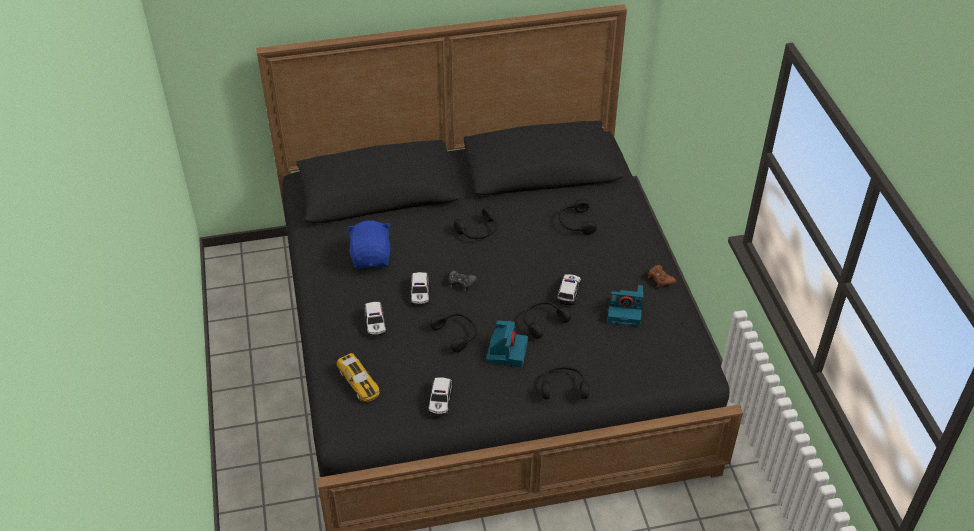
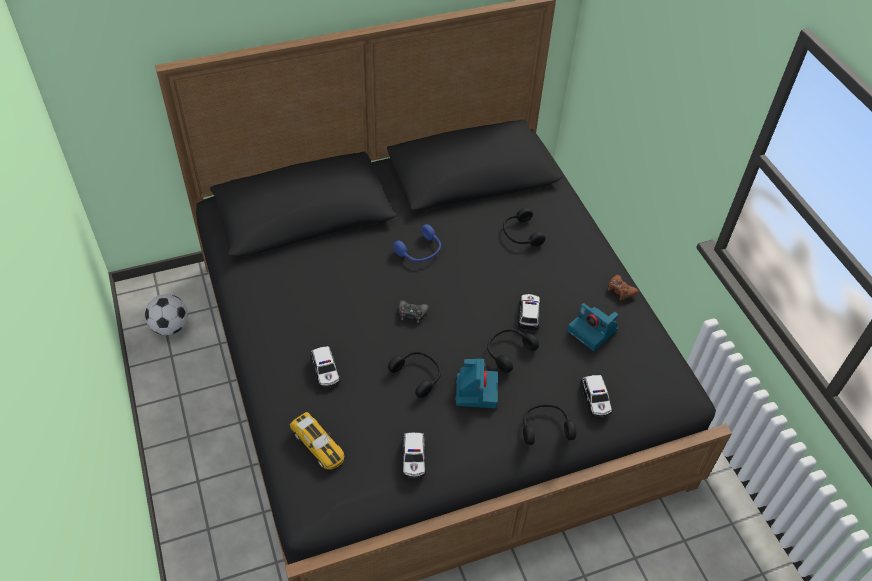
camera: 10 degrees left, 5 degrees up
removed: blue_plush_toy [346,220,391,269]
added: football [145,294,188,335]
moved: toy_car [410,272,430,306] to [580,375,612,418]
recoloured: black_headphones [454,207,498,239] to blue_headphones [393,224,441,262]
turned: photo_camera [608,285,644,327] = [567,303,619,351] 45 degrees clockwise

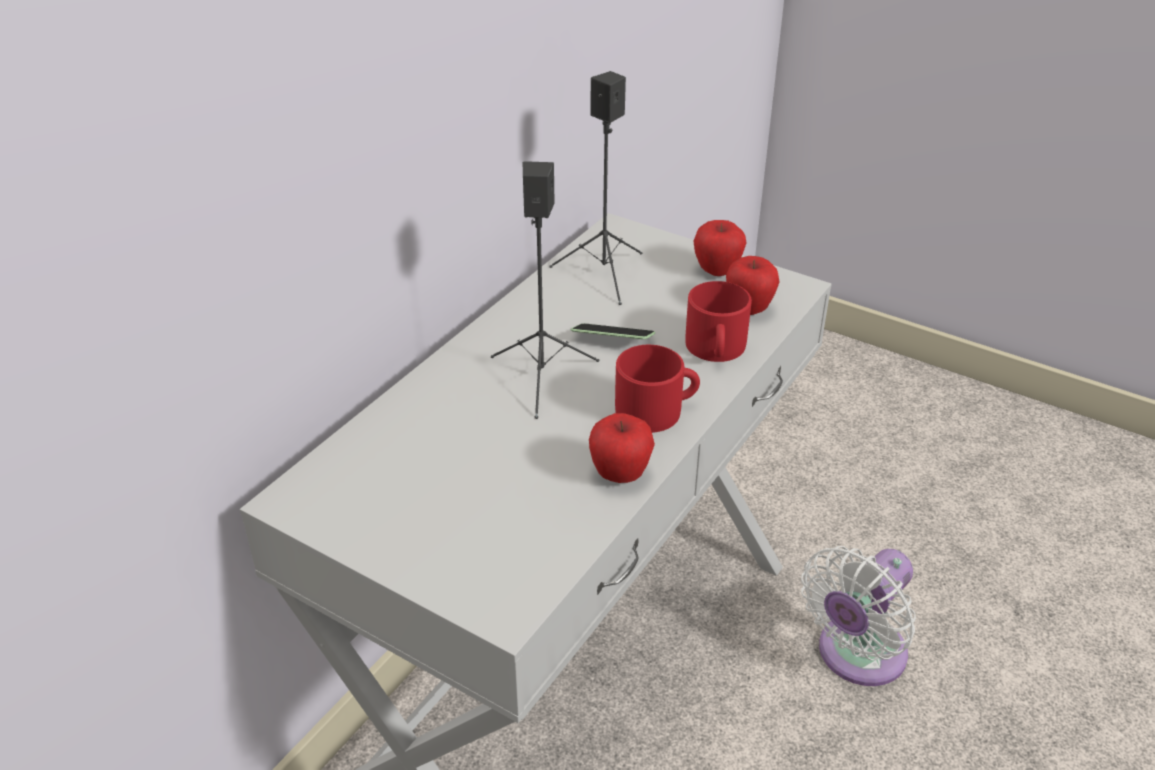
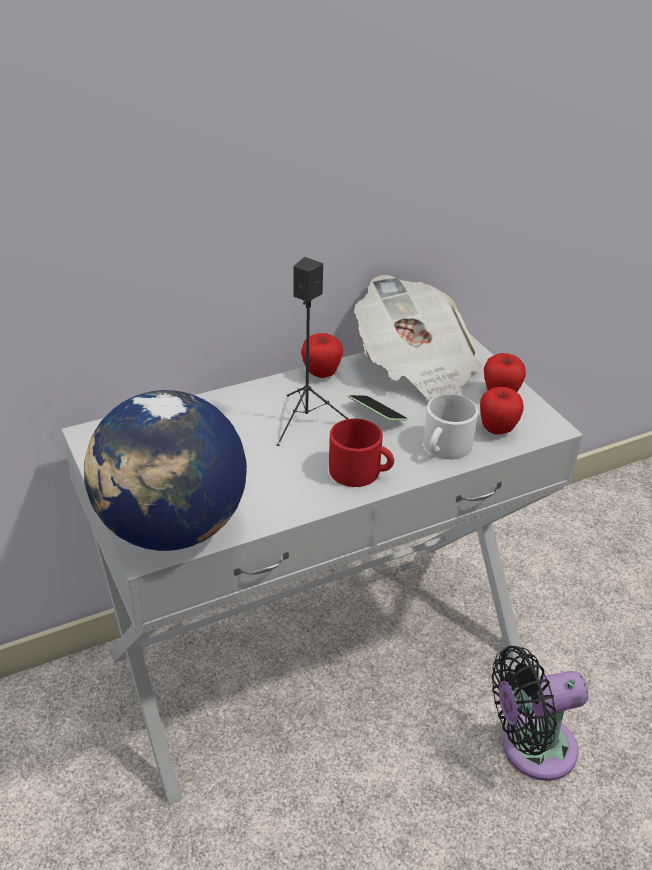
camera: 30 degrees right, 0 degrees up
added: globe [84,390,247,551]
moved: apple [589,413,655,483] to [301,333,343,378]
replaced: black_speaker [549,71,643,305] to newspaper [354,275,482,401]
recoloured: red_mug [685,281,752,362] to white_mug [424,394,478,460]; white_fan [801,546,916,686] to black_fan [492,646,589,781]

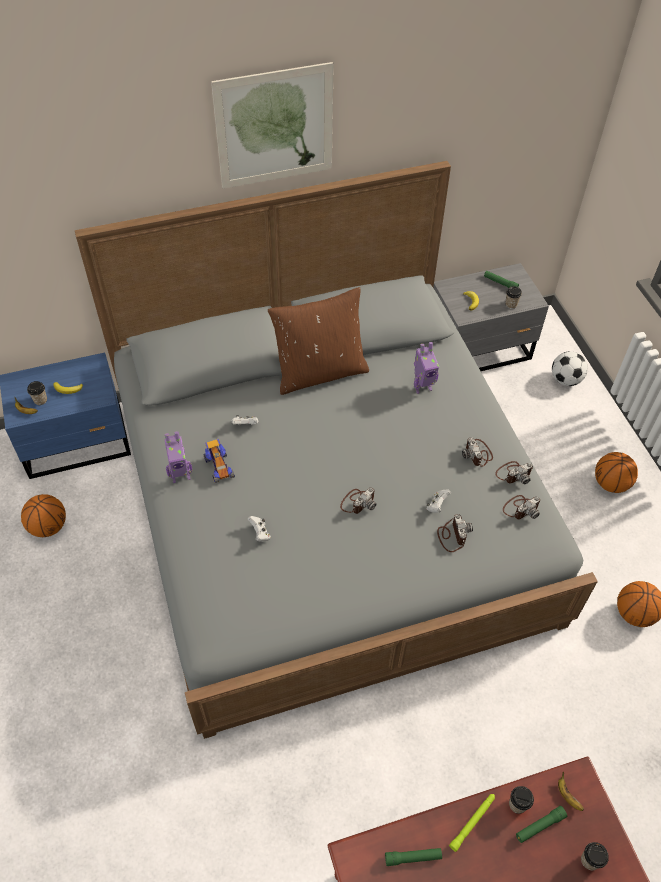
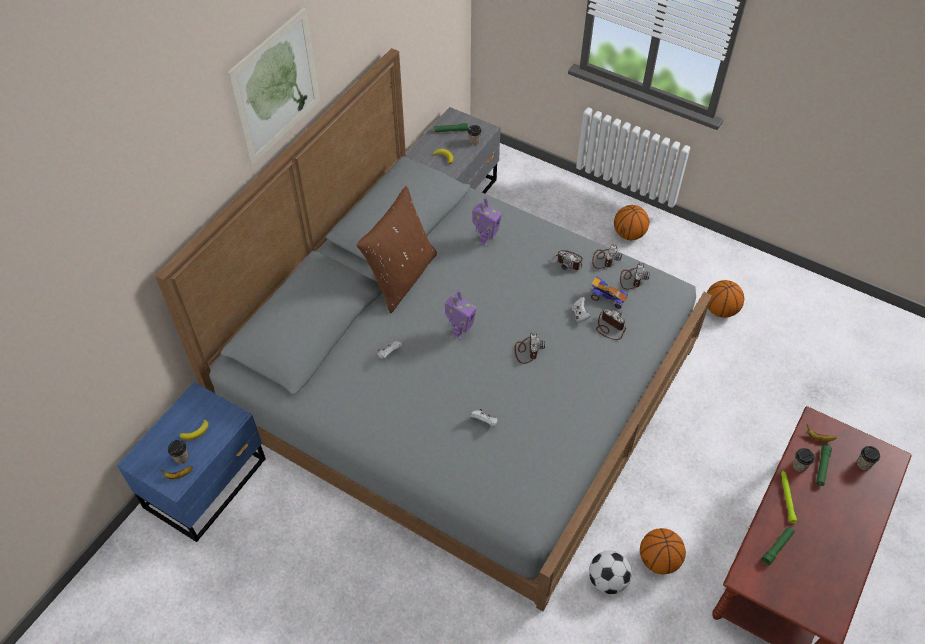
camera: 40 degrees left, 0 degrees up
moved: basketball [21,494,66,537] to [640,528,686,574]; toy_robot [165,431,192,483] to [445,290,476,340]; toy_car [203,439,235,483] to [591,276,628,309]; football [552,351,588,386] to [589,550,632,594]

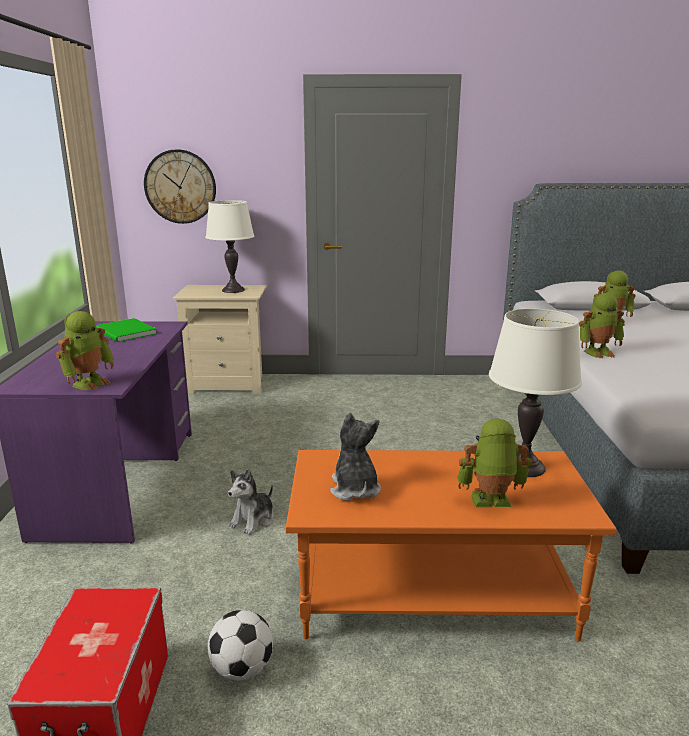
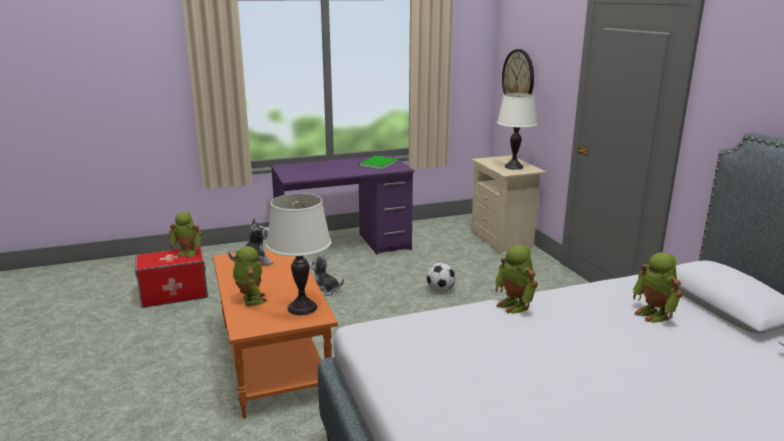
camera: 70 degrees right, 0 degrees up
moved: toy_robot [56,311,114,390] to [169,212,202,258]; football [208,610,273,680] to [426,262,456,292]

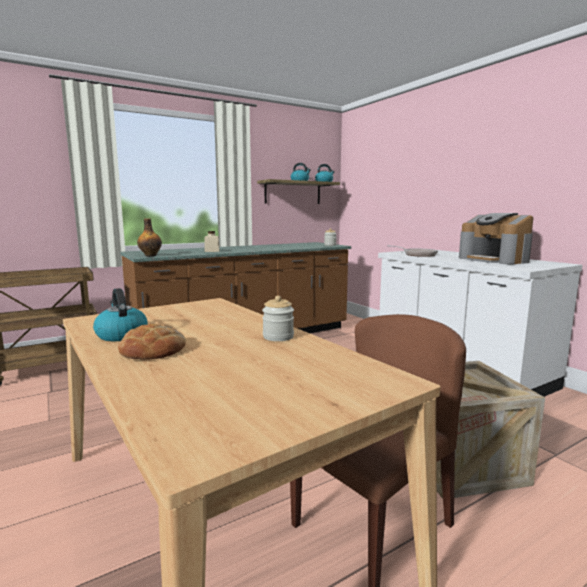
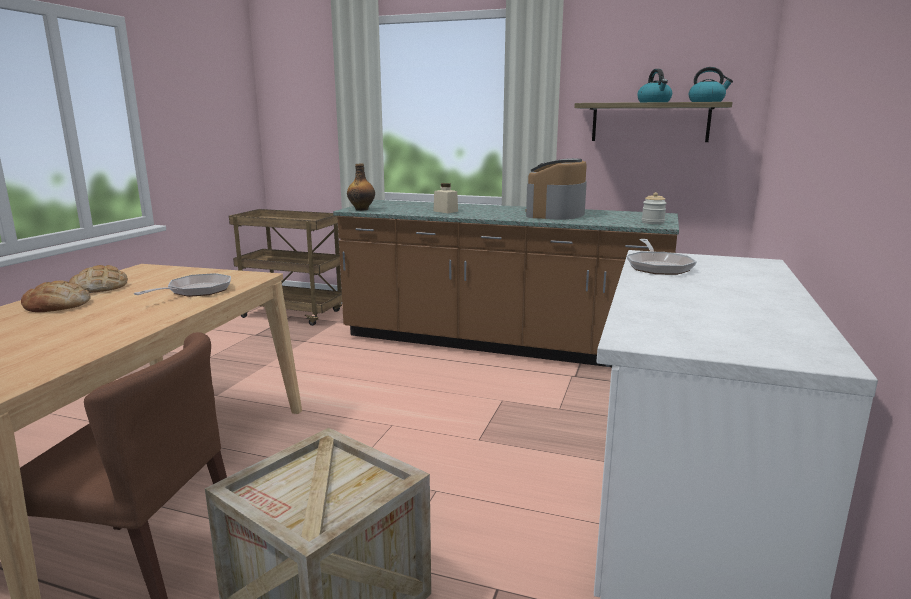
camera: 50 degrees right, 5 degrees up
removed: jar [262,296,294,341]
added: frying_pan [134,273,231,297]
moved: coffee_machine [459,213,533,265] to [525,158,587,220]
replaced: kettle [93,288,148,341] to bread [69,265,128,293]

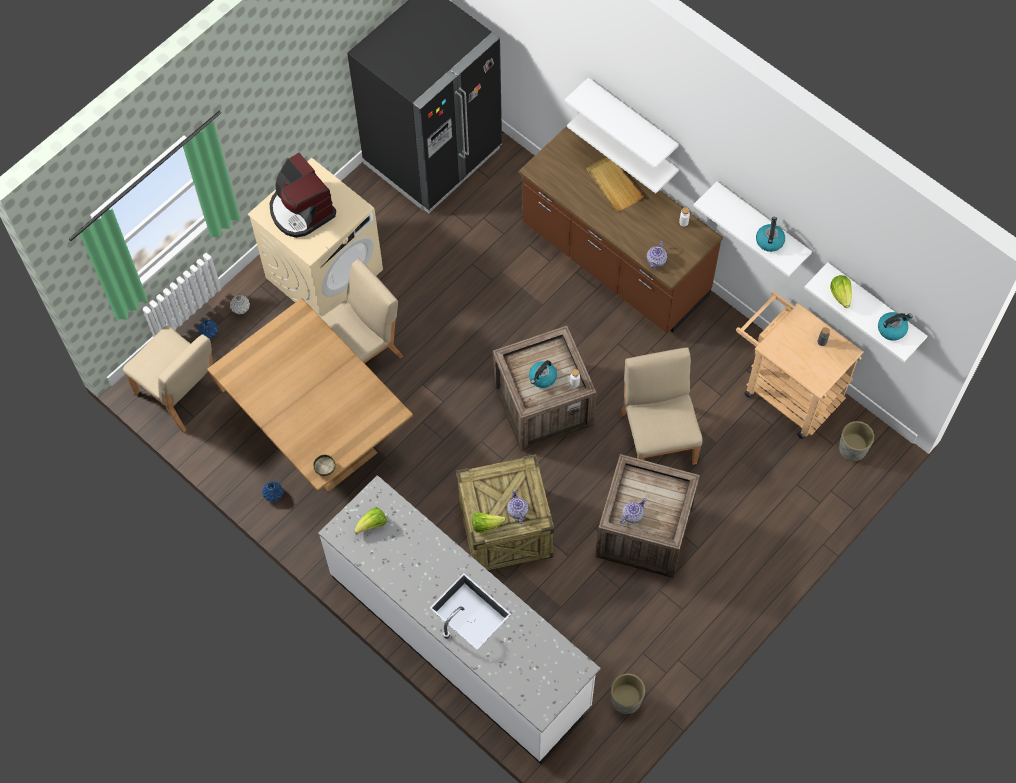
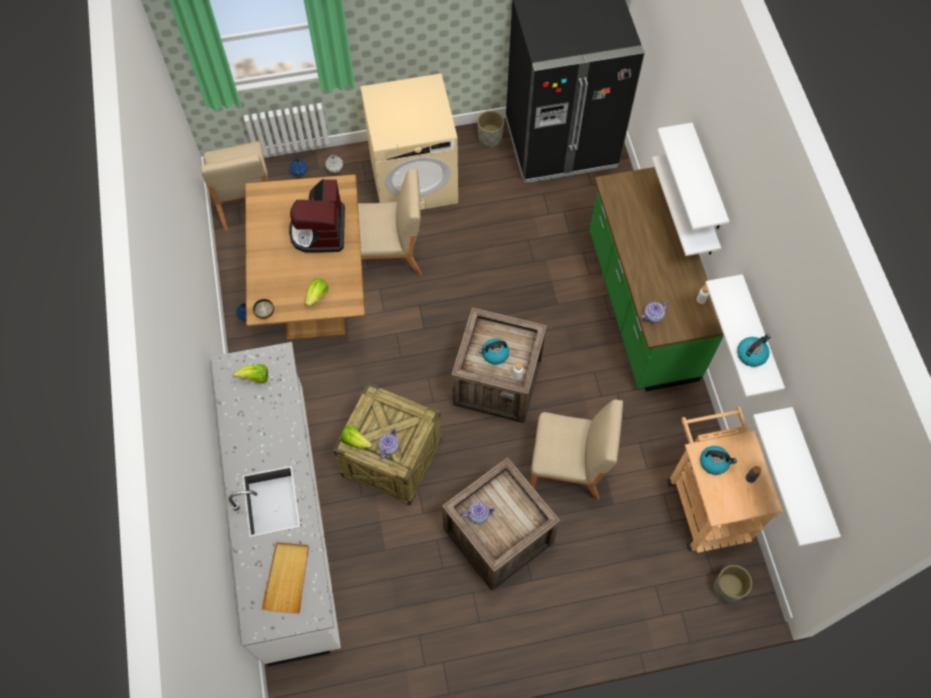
camera: 35 degrees right, 0 degrees up
moved: coffee_machine [269,153,336,238] to [289,179,345,253]; beige_tray [586,157,643,211] to [261,542,309,614]; grey_planter [611,674,645,714] to [477,111,504,148]; lettuce [830,275,852,308] to [305,278,328,307]; kettle [878,312,913,340] to [700,446,737,475]
recoloured: brown_counter [519,126,723,333] to green_counter [589,167,724,391]
turned: beige_chair [620,347,703,465] = [530,400,623,500] 75 degrees clockwise

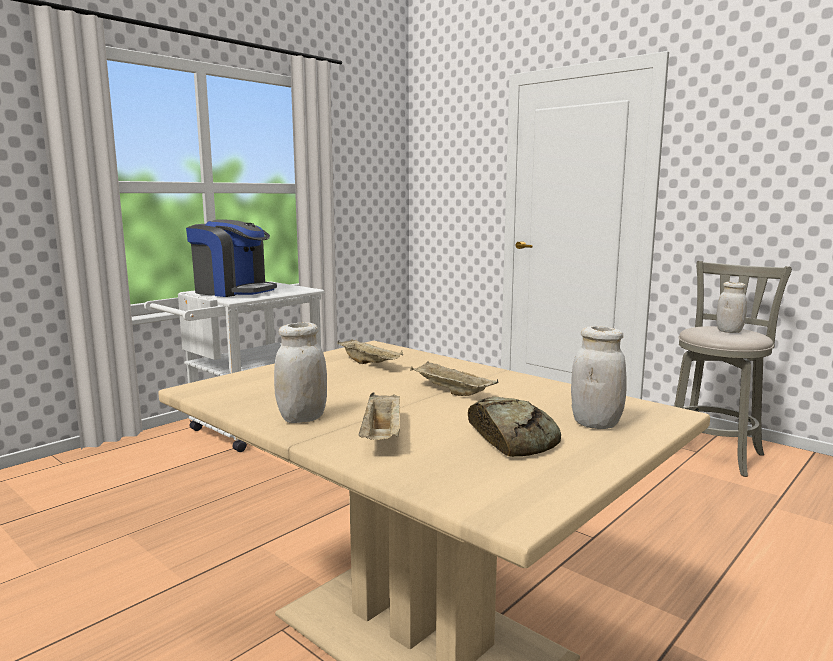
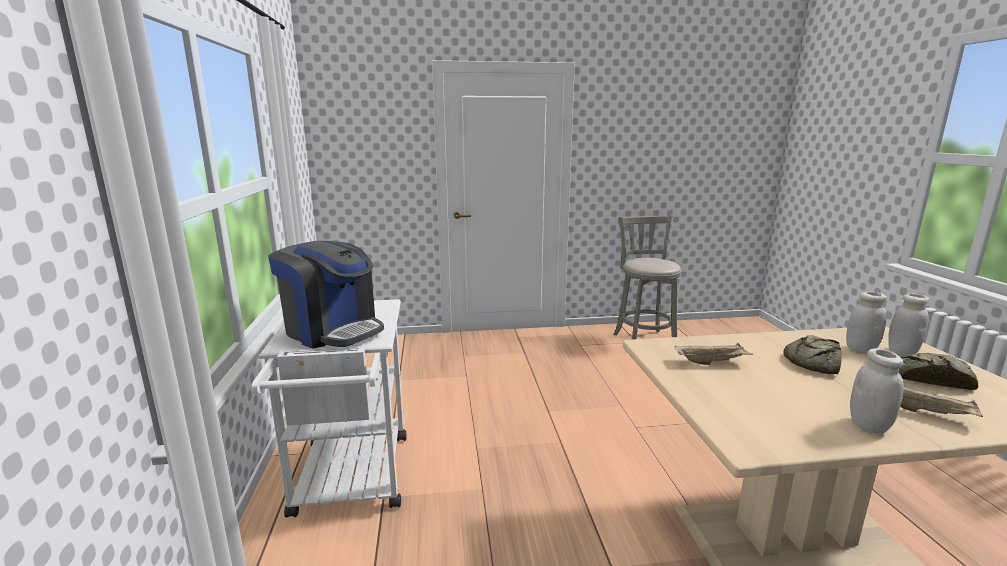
camera: 50 degrees left, 5 degrees up
moved: white_jar [717,282,747,333] to [846,292,887,353]
replaced: beige_tray [410,361,499,396] to bread [783,335,842,374]
turned: coffee_machine [186,219,277,297] = [268,241,384,349] 60 degrees clockwise

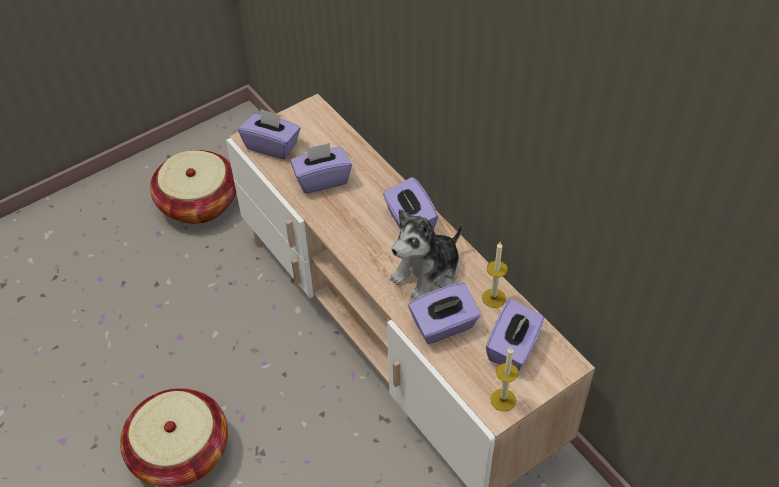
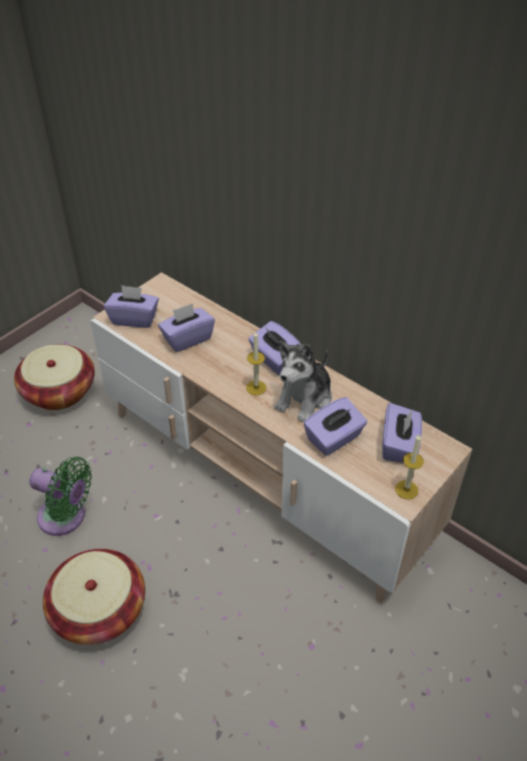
camera: 15 degrees left, 5 degrees down
added: green_fan [29,457,92,536]
moved: candle [482,242,508,308] to [246,331,266,395]

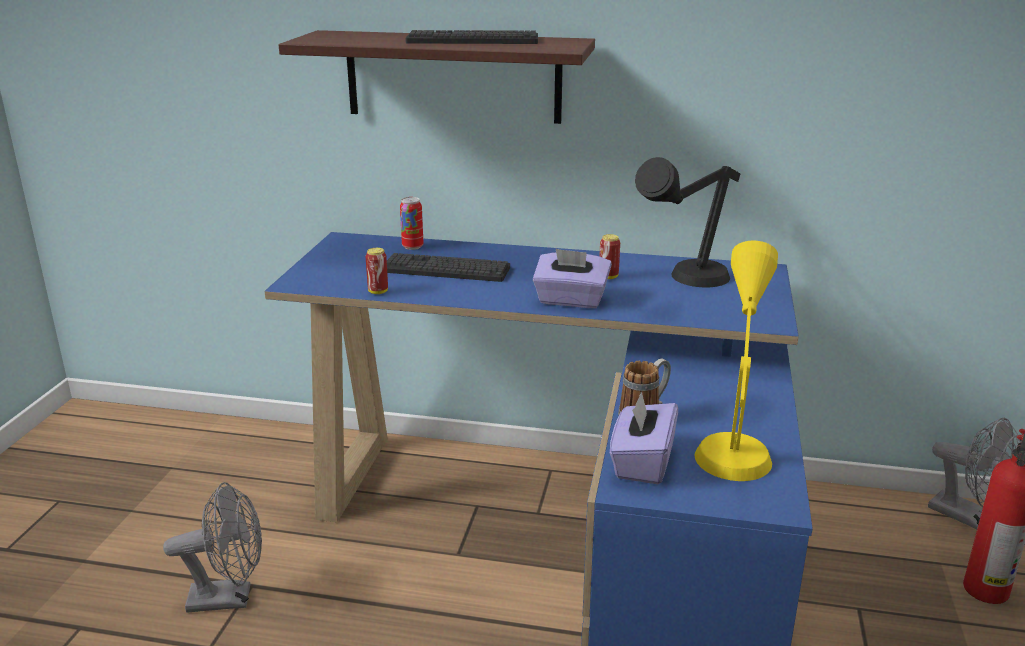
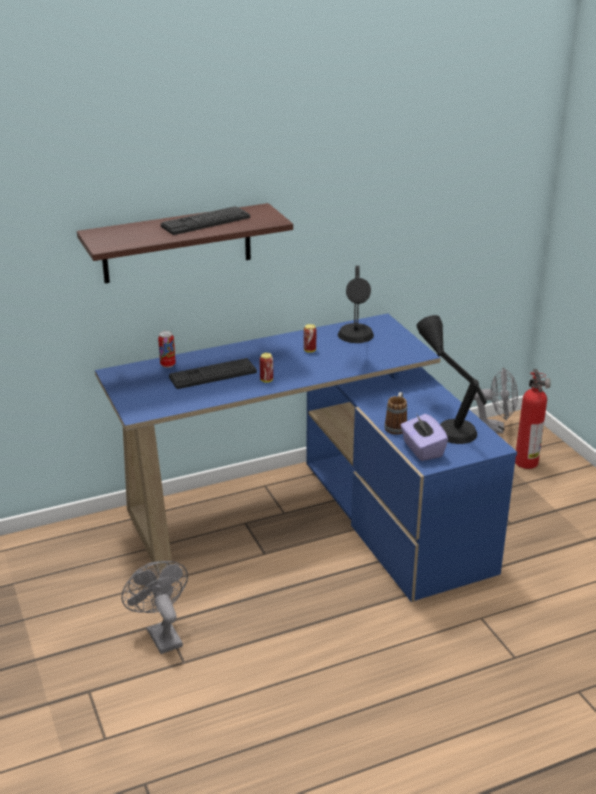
camera: 35 degrees left, 5 degrees up
removed: purple_tissue_box [533,248,612,308]
moved: can [366,248,388,294] to [260,353,273,383]
recoloured: yellow_table_lamp [695,241,778,481] to black_table_lamp [417,315,487,444]
turned: grey_fan [163,482,262,613] = [121,561,188,654] 75 degrees counterclockwise

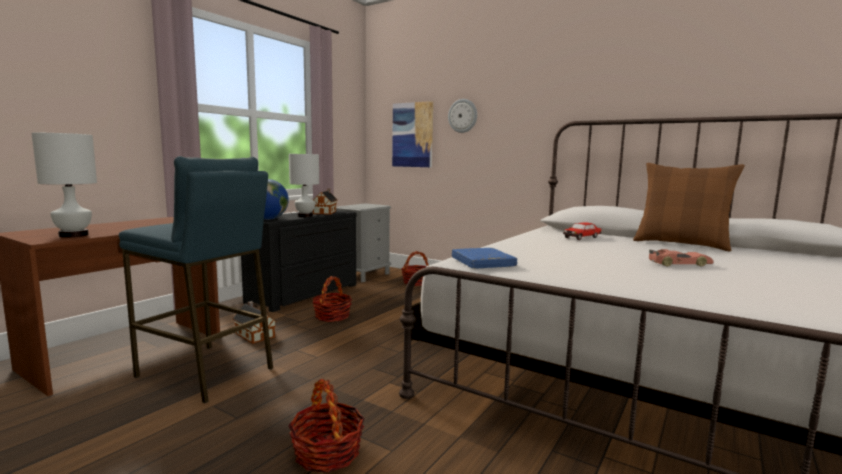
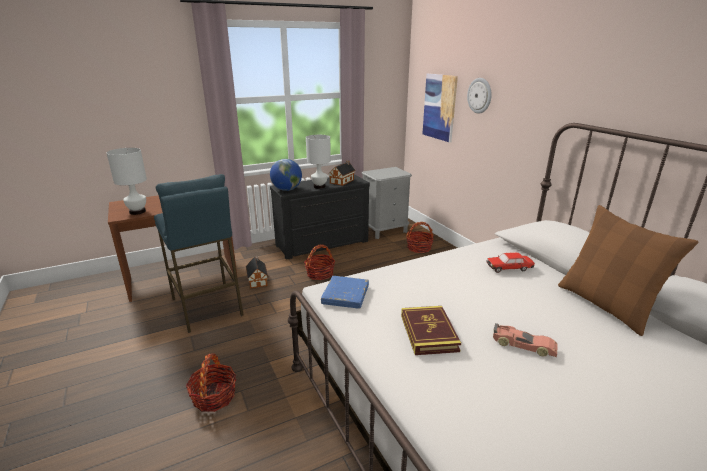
camera: 30 degrees right, 15 degrees up
added: book [401,306,461,355]

